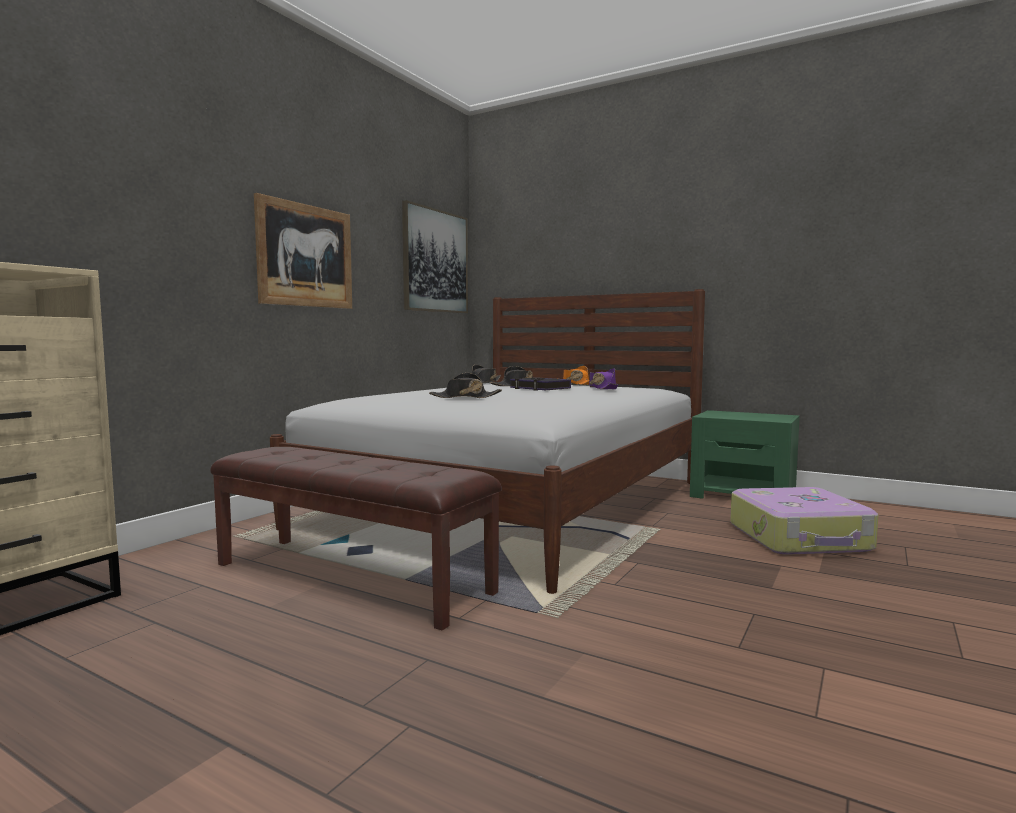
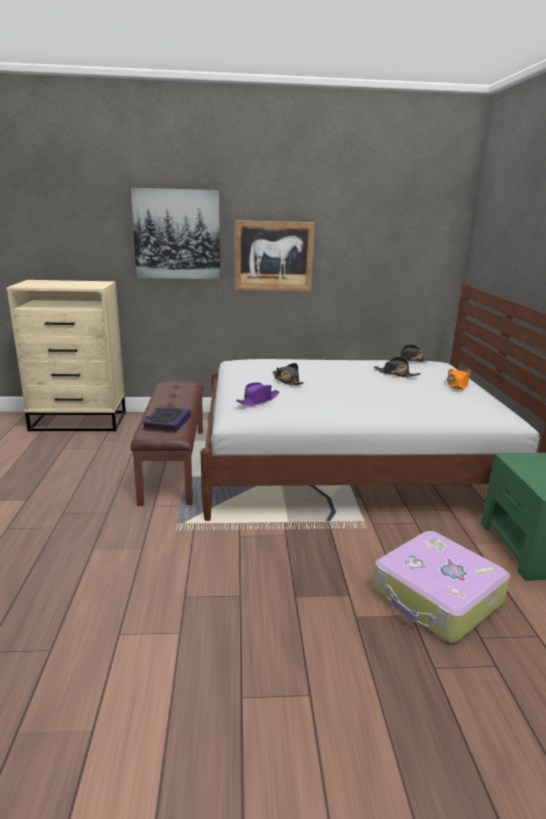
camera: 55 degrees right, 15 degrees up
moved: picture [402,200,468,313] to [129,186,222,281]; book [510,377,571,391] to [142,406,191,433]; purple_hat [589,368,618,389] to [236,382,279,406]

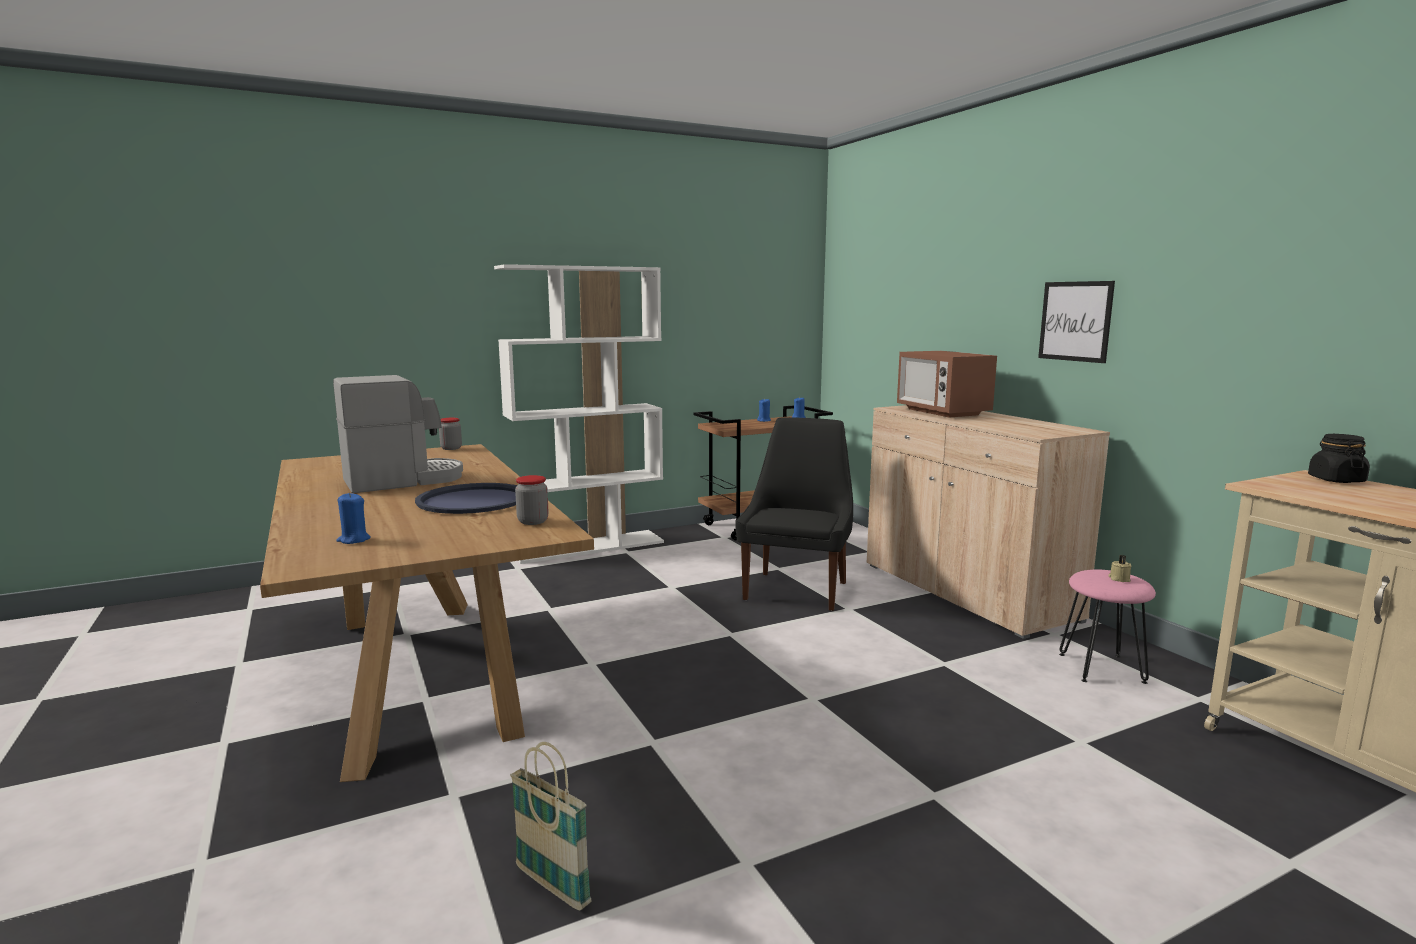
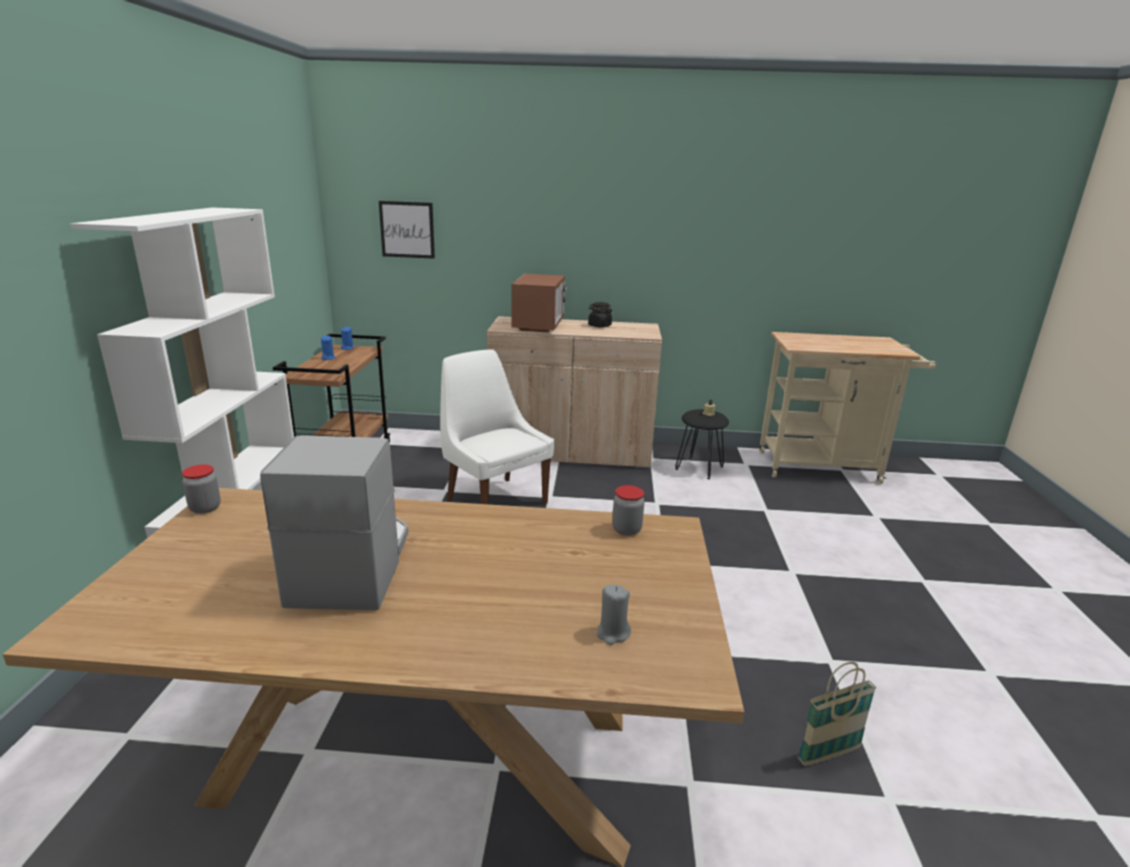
camera: 60 degrees left, 10 degrees up
removed: blue_tray [415,483,517,514]
moved: picture [1038,281,1115,363] to [379,201,435,259]; black_jar [1308,434,1370,483] to [588,302,612,328]
recoloured: blue_candle [337,493,371,544] to grey_candle [597,585,631,645]; black_chair [735,417,853,611] to white_chair [440,349,554,504]; pink_stool [1059,569,1156,684] to black_stool [675,409,729,479]
turned: microwave [897,351,997,417] = [511,273,566,332] 90 degrees counterclockwise

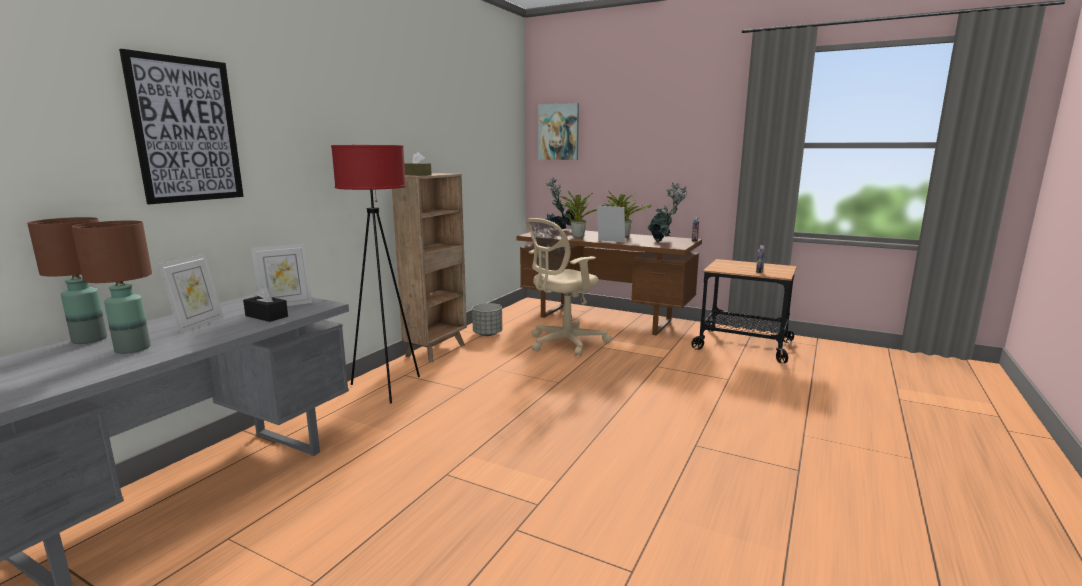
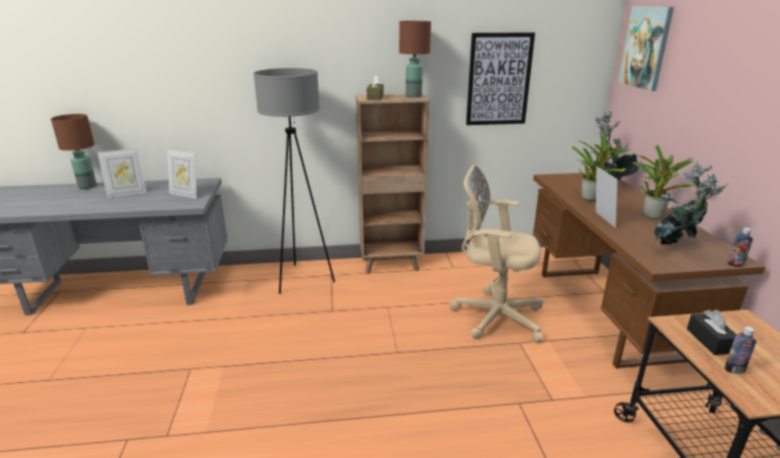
camera: 55 degrees right, 10 degrees up
removed: grey_planter [472,303,502,336]
moved: brown_table_lamp [71,220,152,354] to [399,21,431,97]; picture [119,49,244,204] to [466,32,535,125]; black_tissue_box [243,284,288,322] to [687,310,737,355]
recoloured: red_floor_lamp [331,145,420,404] to grey_floor_lamp [253,68,335,294]

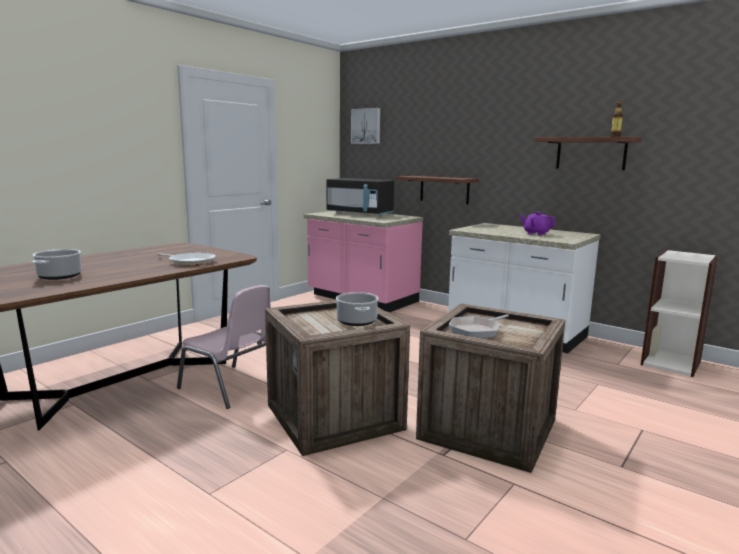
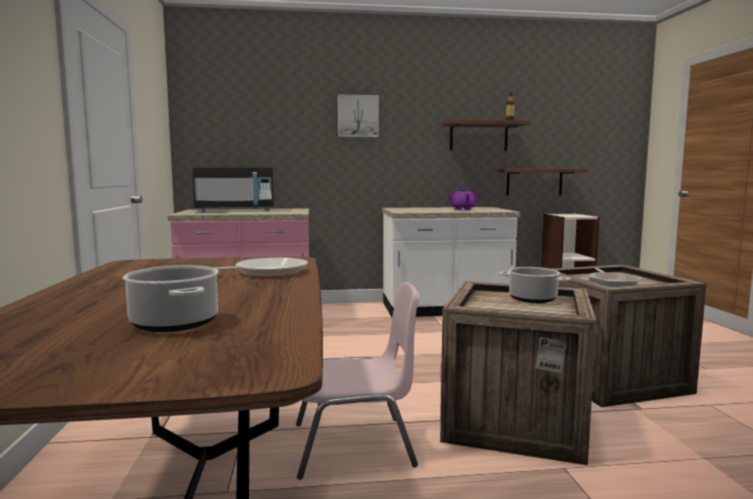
camera: 45 degrees left, 5 degrees down
moved: picture [351,108,380,144] to [338,95,379,137]; shelf [397,176,479,204] to [498,169,588,195]

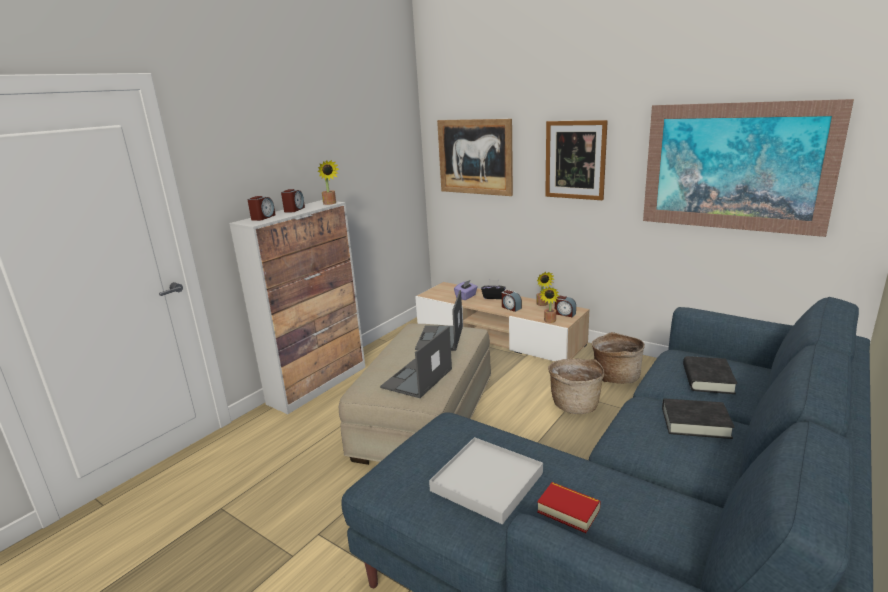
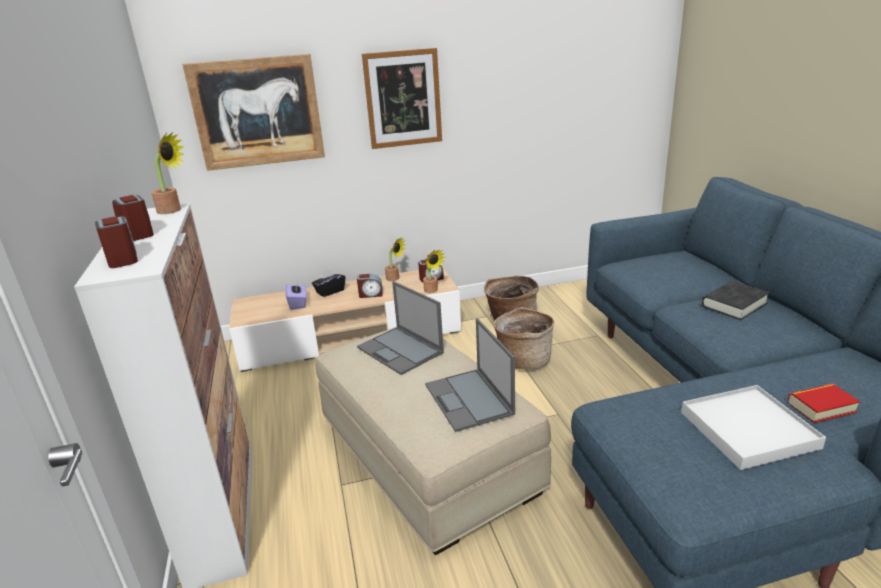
camera: 50 degrees left, 5 degrees up
removed: picture [643,99,854,237]; black_book [683,356,737,394]

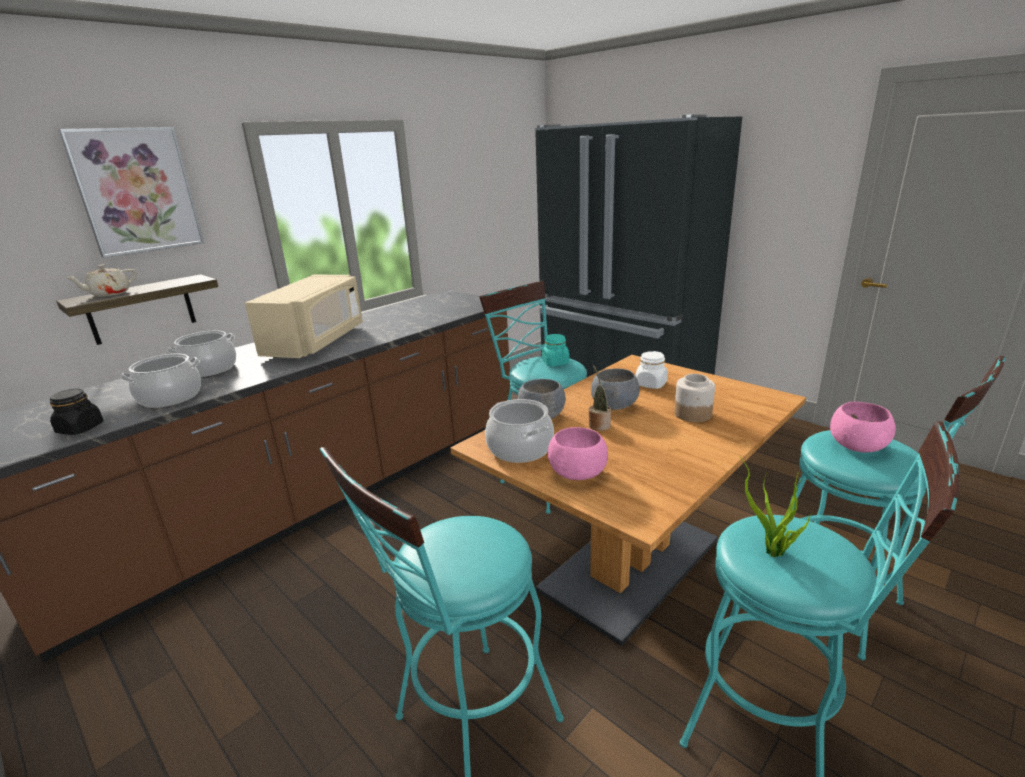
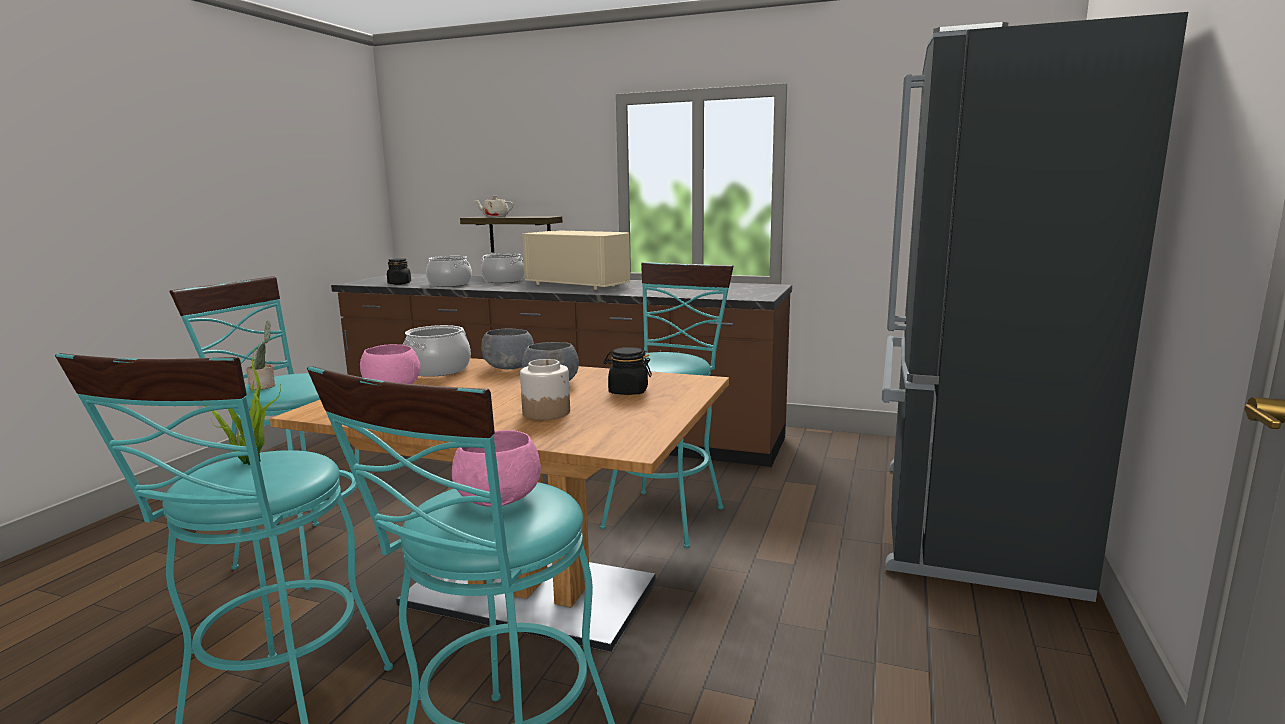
camera: 65 degrees right, 10 degrees down
removed: picture [58,127,204,258]; turquoise_jar [542,334,570,366]
moved: potted_plant [589,366,611,431] to [246,321,275,390]
recoloured: white_jar [636,351,668,389] to black_jar [603,347,652,395]
turned: beige_microwave [245,275,363,358] = [522,231,630,290] 135 degrees counterclockwise

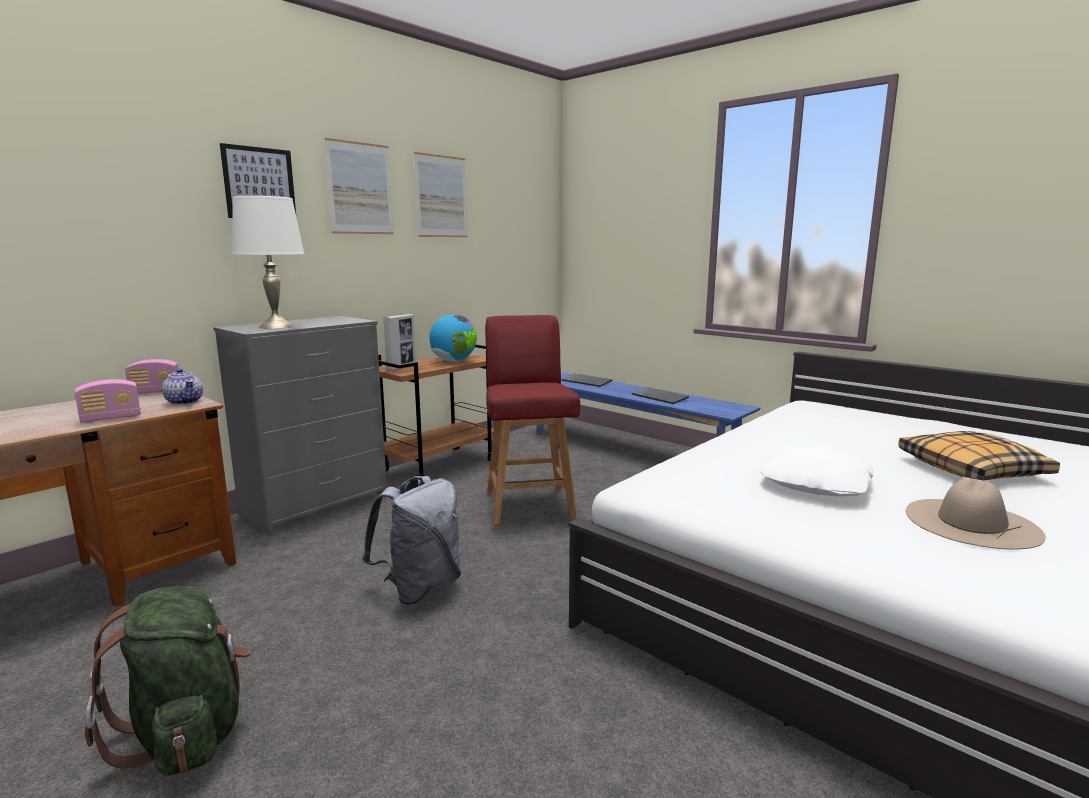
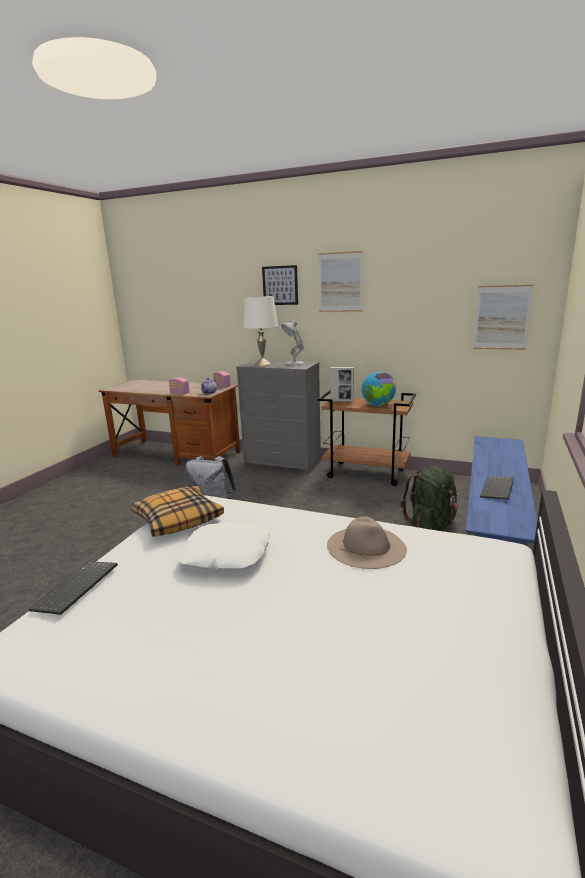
camera: 70 degrees right, 5 degrees up
removed: red_chair [485,315,580,525]
added: white_table_lamp [281,320,304,365]
moved: green_backpack [85,586,251,776] to [401,466,459,531]; picture [414,152,467,237] to [473,285,534,350]; keyboard [561,374,613,387] to [29,561,118,615]; pillow [898,431,1060,481] to [131,486,224,537]; beige_hat [906,479,1046,550] to [327,516,407,569]

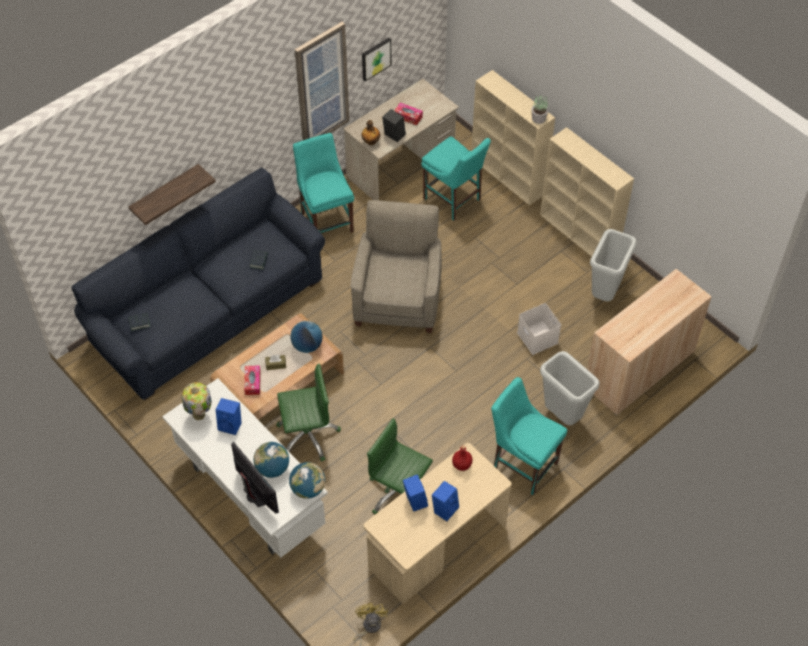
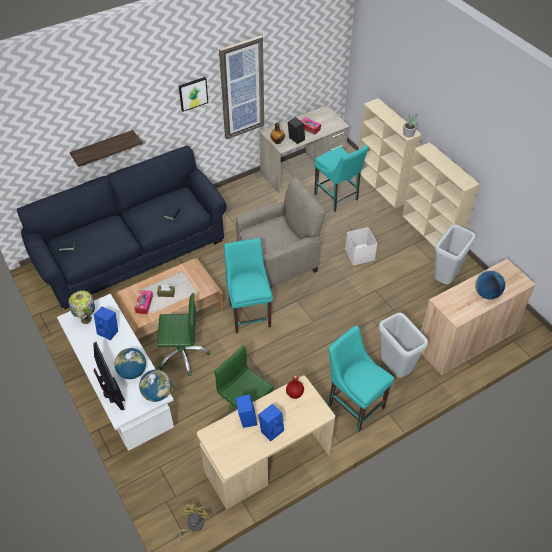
camera: 10 degrees right, 5 degrees down
moved: globe [290,321,323,353] to [475,271,505,299]; turquoise_chair [293,133,354,233] to [224,238,273,333]; picture [362,38,391,82] to [179,77,208,112]; white_storage_box [517,303,561,355] to [345,227,378,265]
turned: beige_armchair [351,200,442,333] = [236,177,326,288] 45 degrees clockwise

